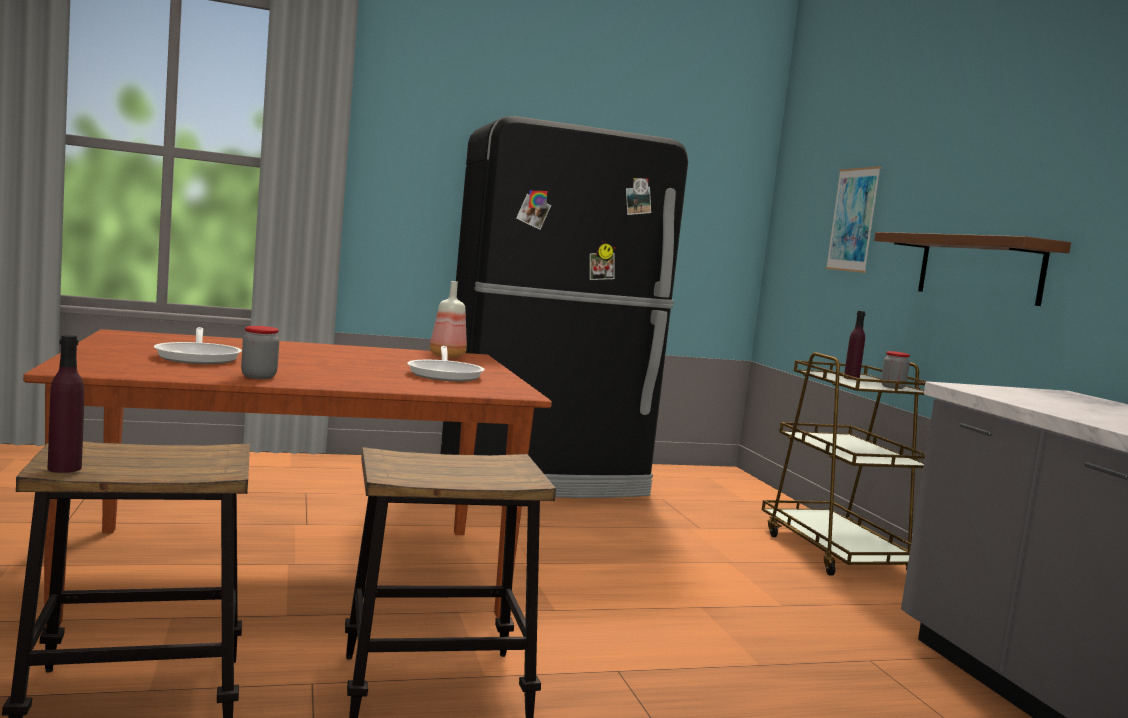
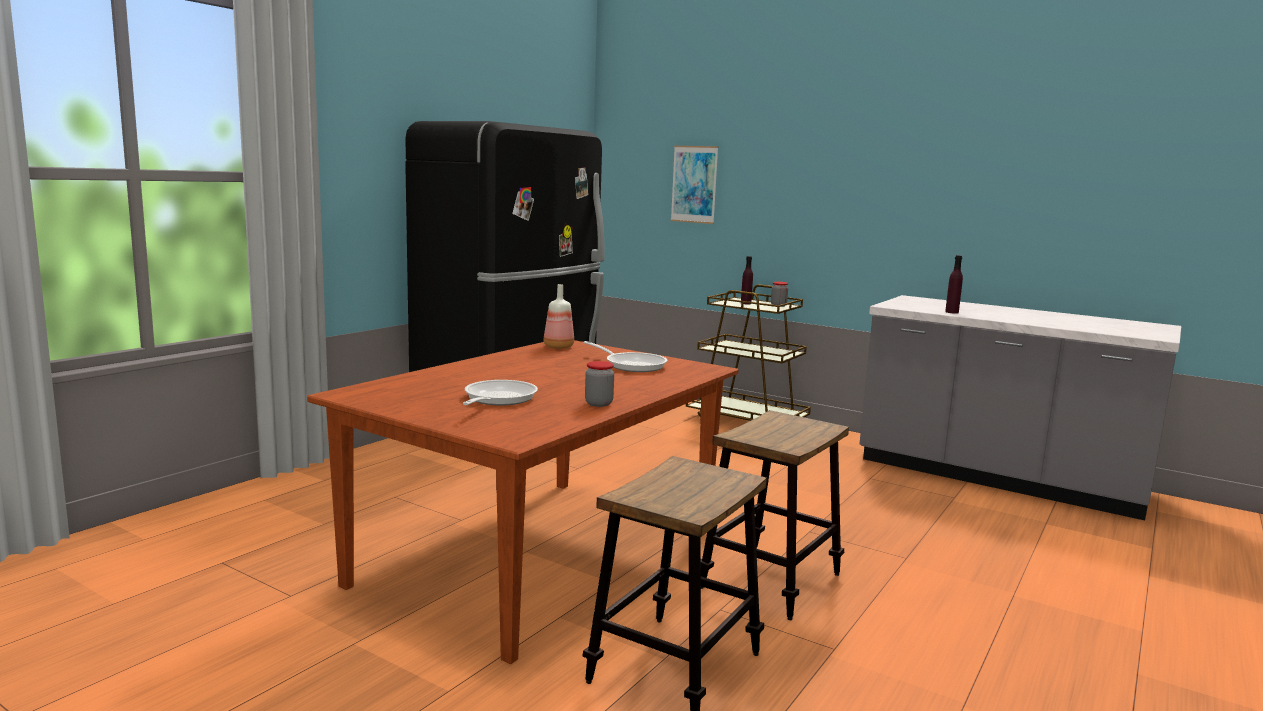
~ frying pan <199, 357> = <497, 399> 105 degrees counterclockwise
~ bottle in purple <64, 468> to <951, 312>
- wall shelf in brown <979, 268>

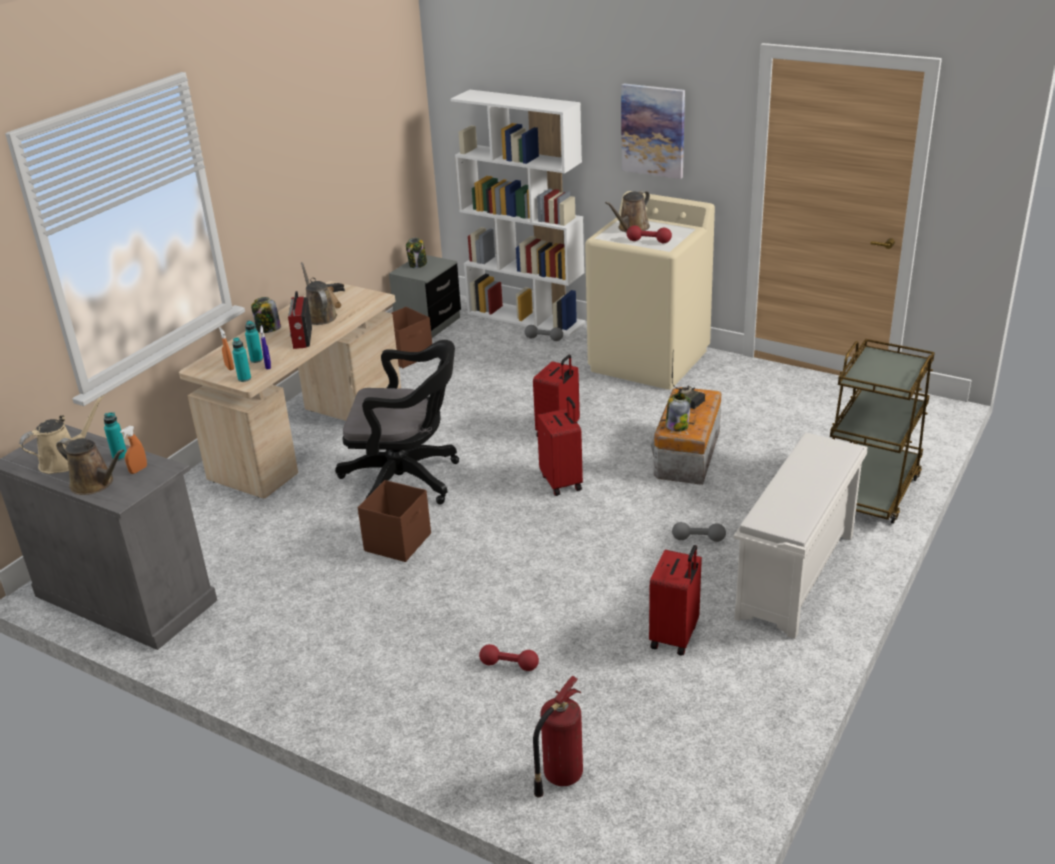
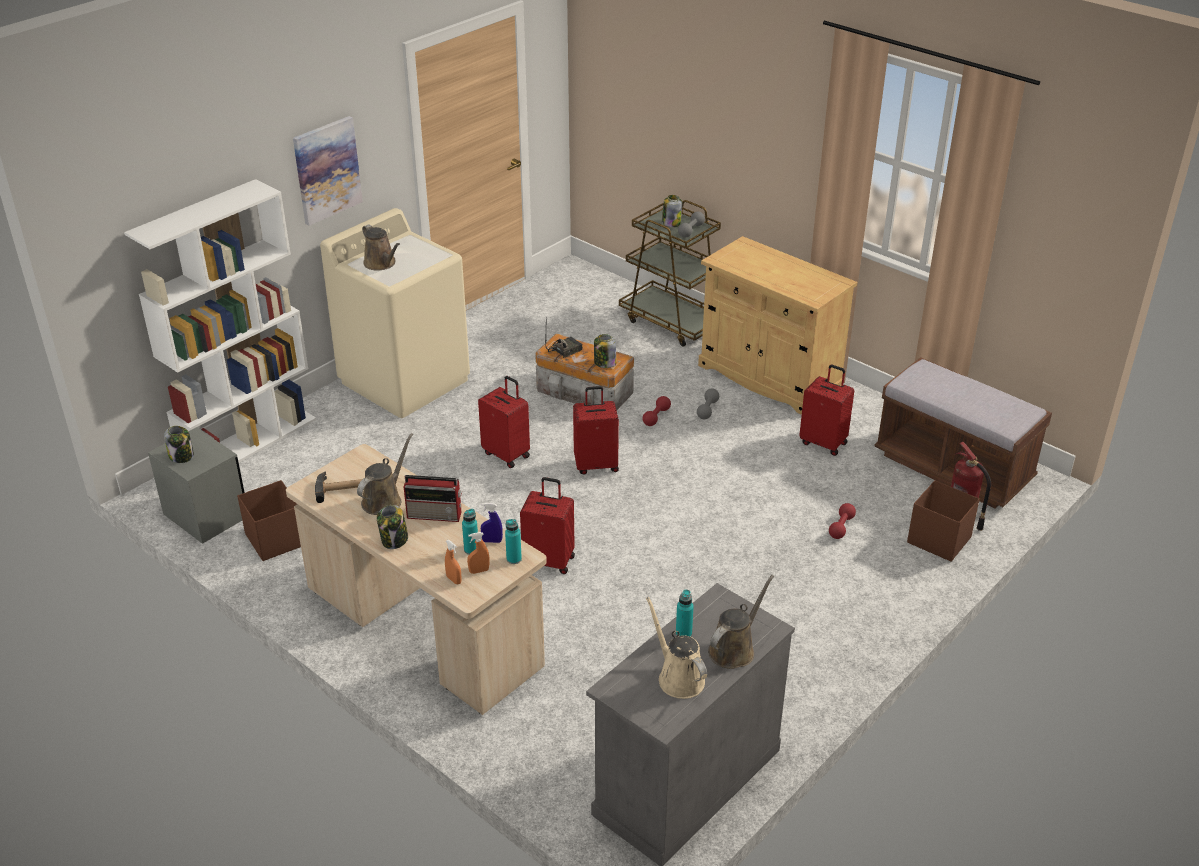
~ watering can in brown <319, 316> = <384, 500> 135 degrees clockwise
~ hand sprayer in orangey <138, 470> to <454, 580>
~ computer chair in black <407, 480> to piece of luggage in red-coloured <549, 560>
~ hand weight in red-coloured <648, 241> to <656, 417>
+ jar <671, 223>
~ hand weight in grey <544, 339> to <691, 230>
~ shoe shelf in white-coloured <796, 577> to cupboard in sand-coloured <769, 377>
+ long seat in brown <953, 468>
~ storage container in brown <398, 542> to <938, 539>

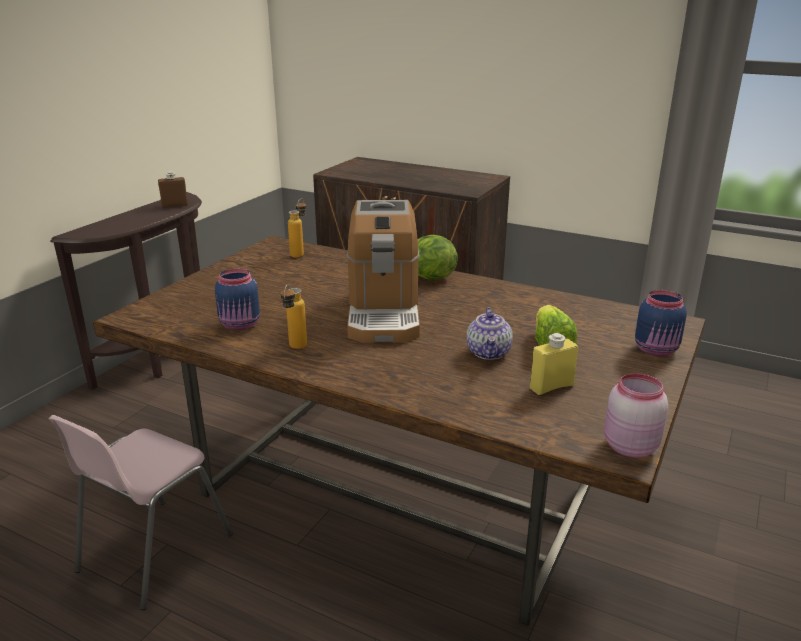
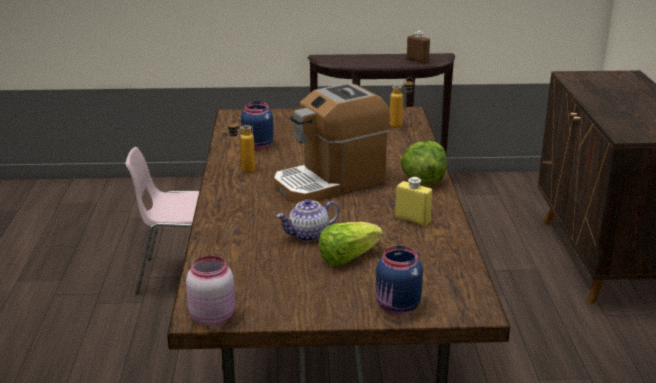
~ bottle in yellow-coloured <551, 387> to <412, 219>

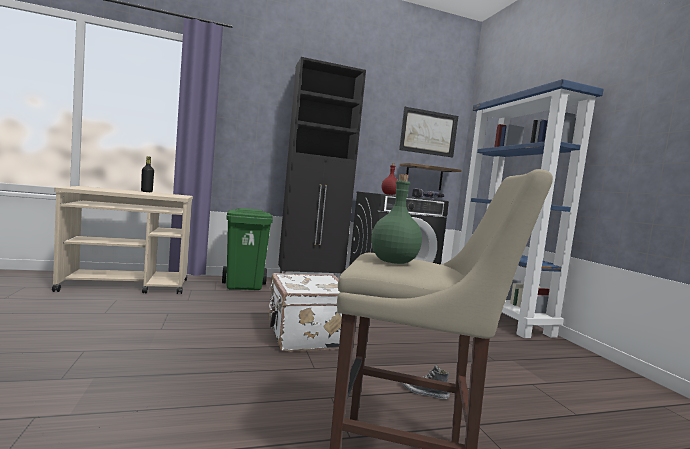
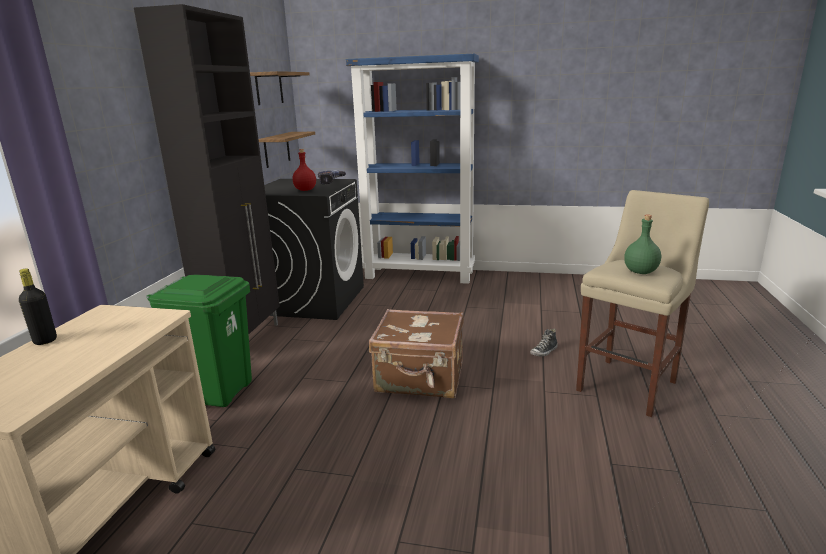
~ picture <428, 132> to wall shelf <269, 88>
~ piece of luggage in white-coloured <305, 335> to piece of luggage in brown <420, 378>

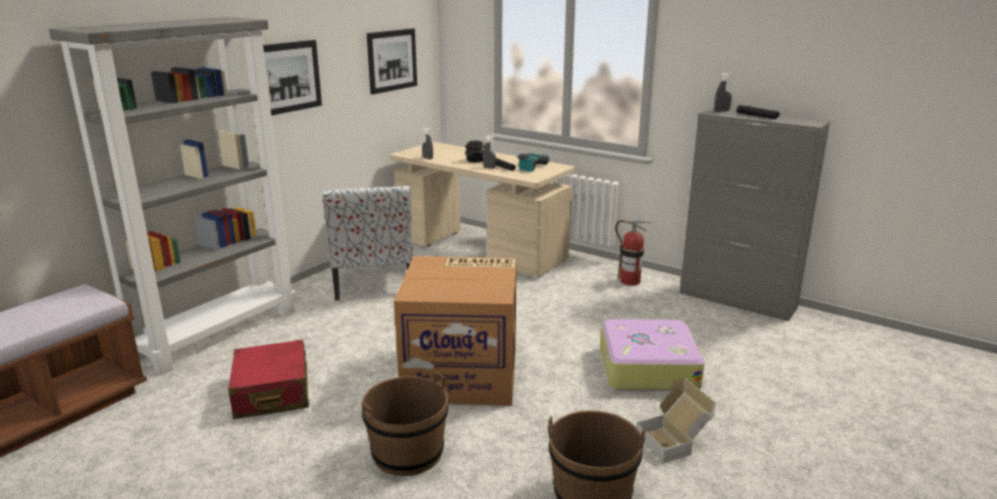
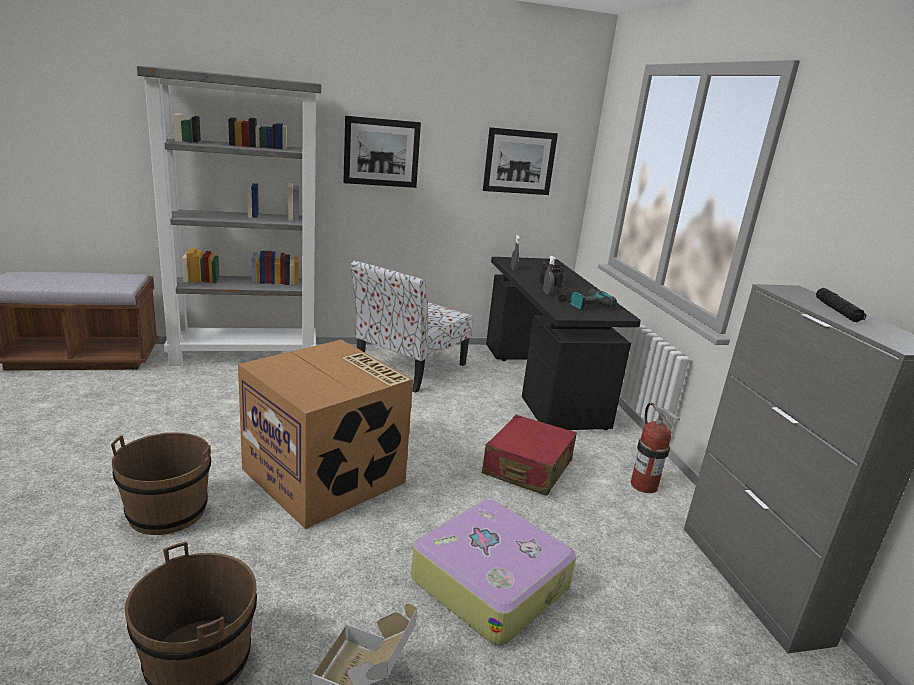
~ piece of luggage in red-coloured <272, 393> to <527, 467>
~ desk in sand-coloured <480, 250> to desk in black <541, 384>
- hand sprayer in grey <721, 111>

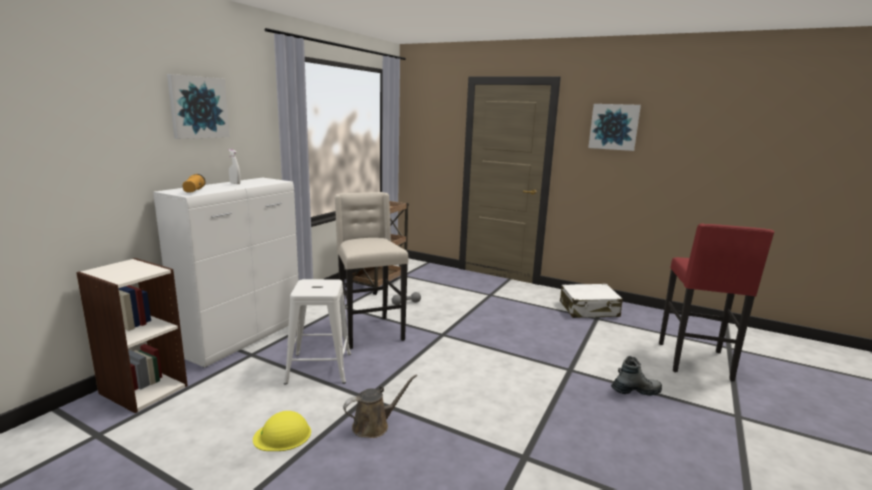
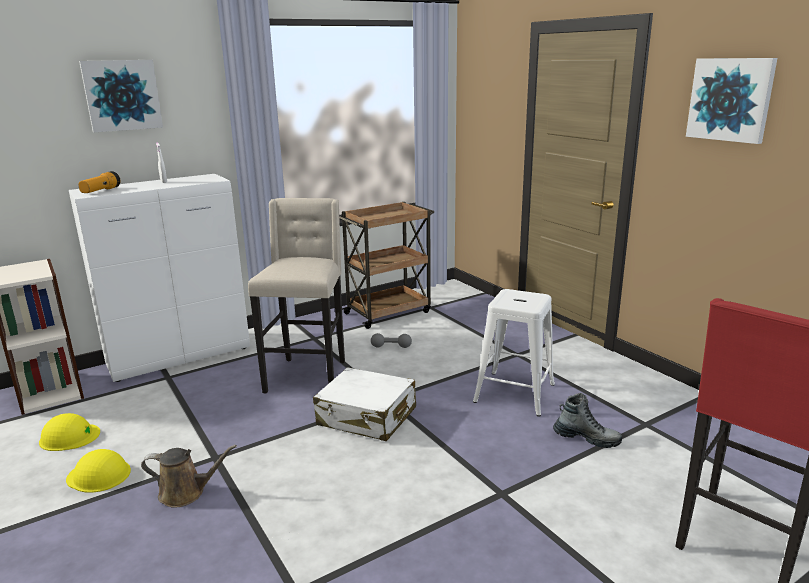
+ work helmet in yellow-coloured <69, 437>
~ piece of luggage in white-coloured <589, 309> to <367, 417>
~ sitting stool in white-coloured <319, 368> to <515, 393>
~ tall boot <635, 391> to <586, 438>

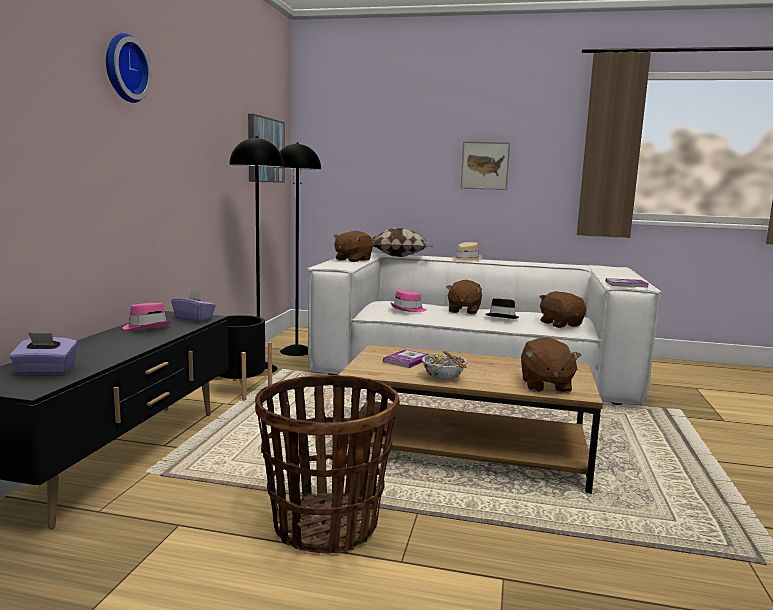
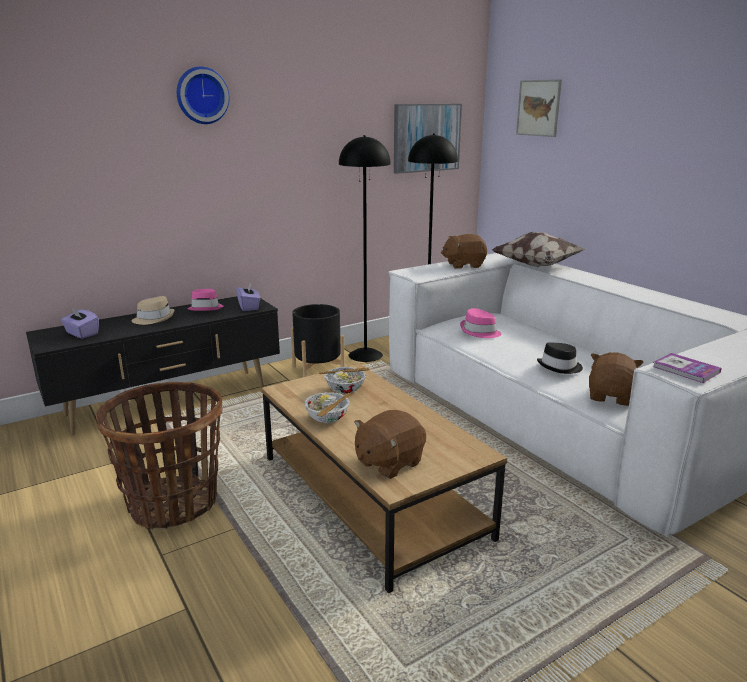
~ clothing hat in sand-coloured <465, 259> to <154, 318>
~ volume <406, 360> to bowl <345, 390>
~ picture <485, 165> to <538, 108>
- cuddly toy in brown <463, 311>

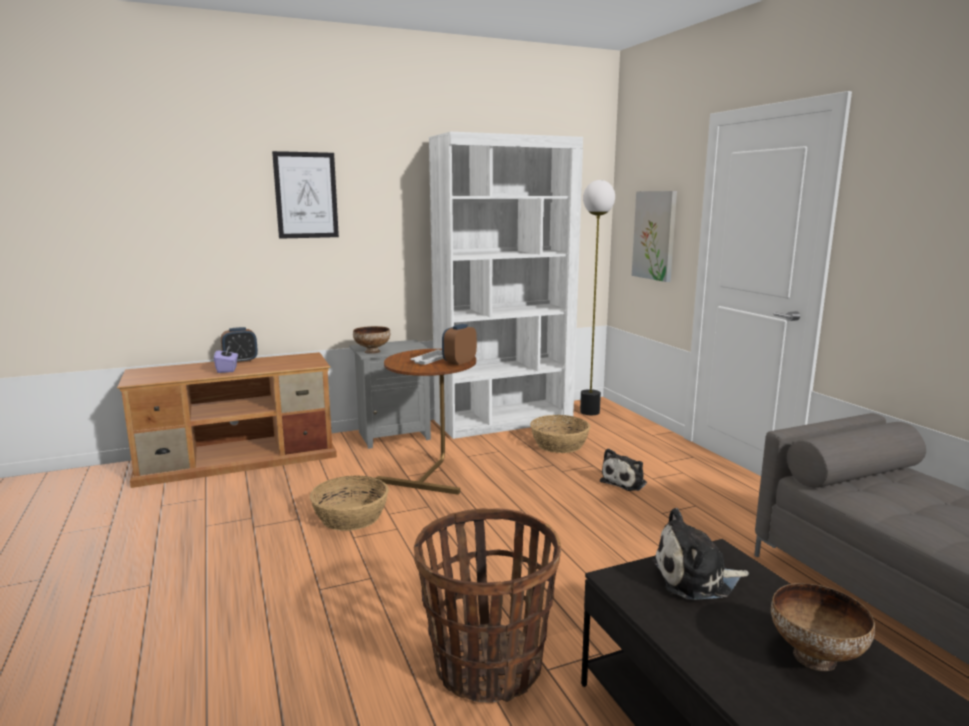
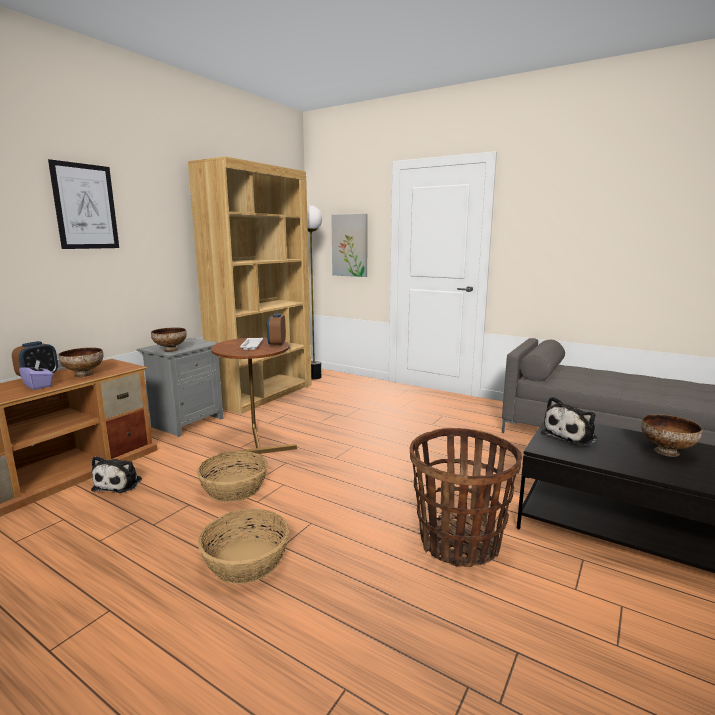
+ bowl <84, 374>
~ cuddly toy <625, 482> to <120, 483>
~ bookshelf in white-coloured <504, 421> to bookshelf in brown <263, 394>
~ household basket <559, 444> to <246, 560>

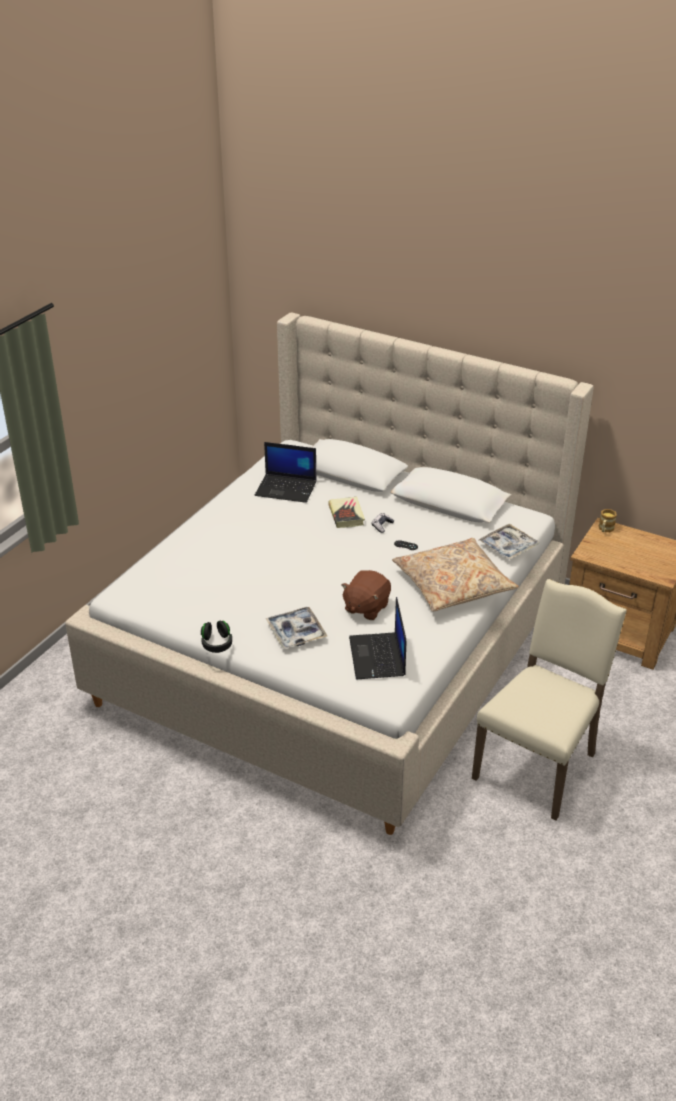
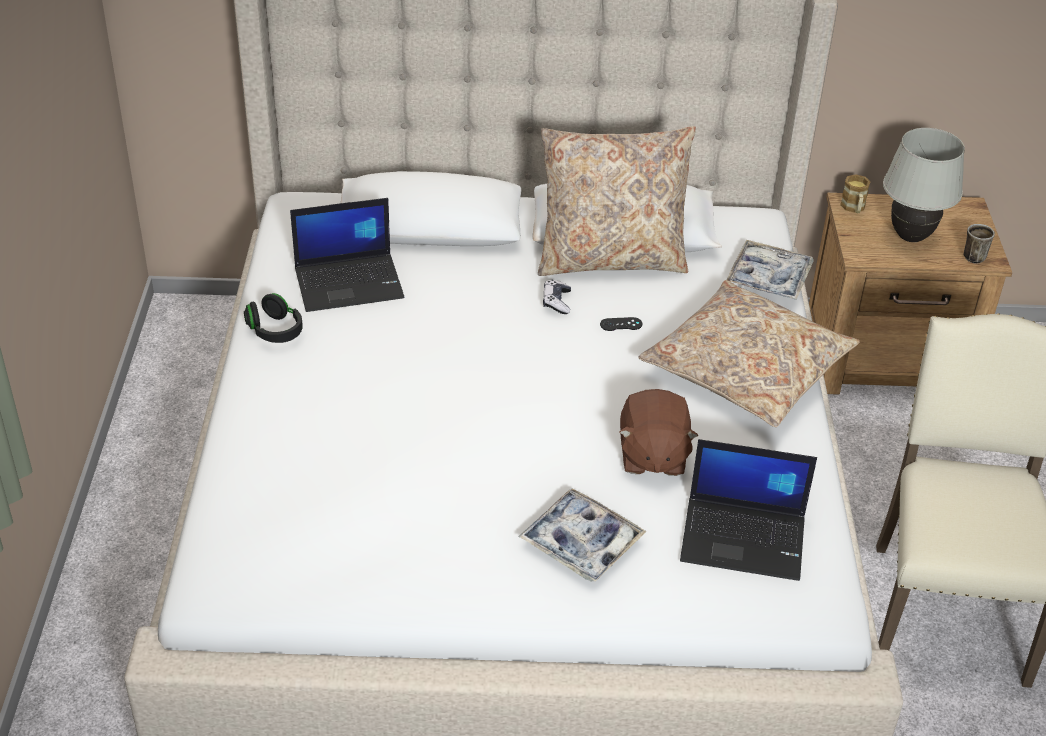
~ headphones in black <216, 644> to <275, 331>
+ pillow in sand-coloured <611, 258>
~ portable computer <378, 657> = <744, 538> 45 degrees counterclockwise
+ tabletop lamp in white-coloured <911, 237>
+ tea mug <973, 255>
- volume <346, 515>

